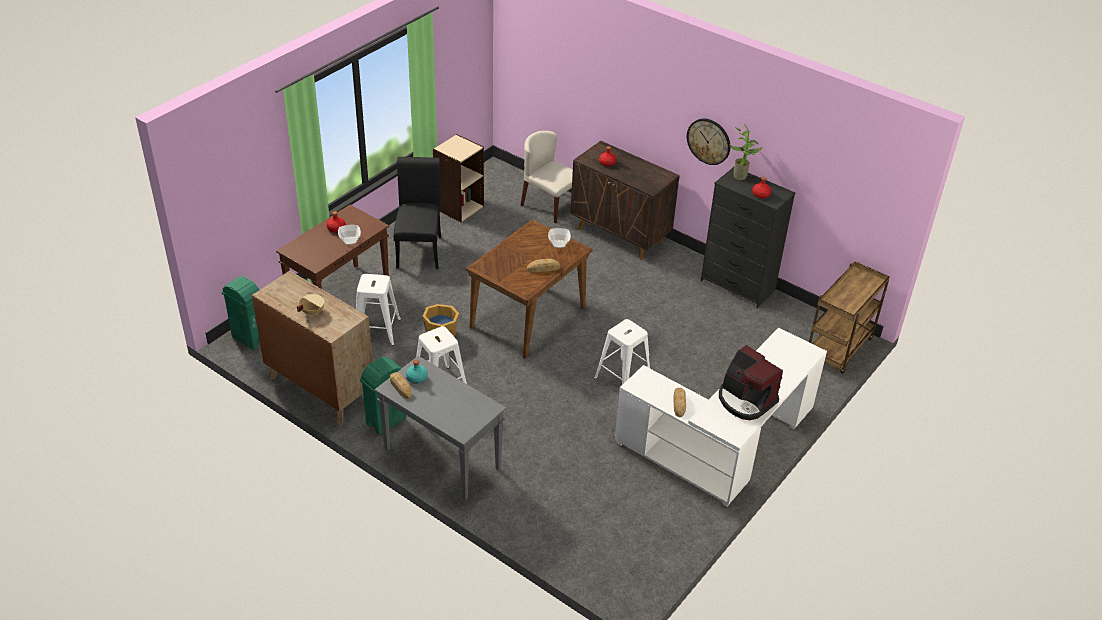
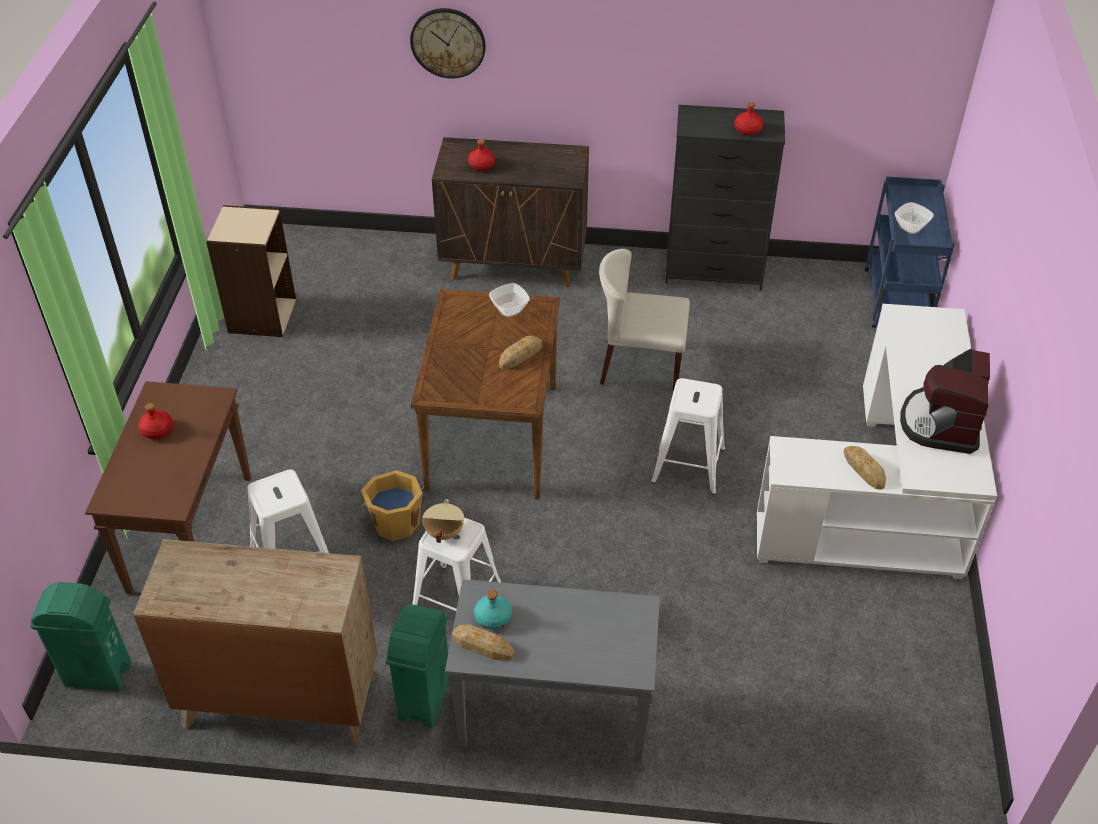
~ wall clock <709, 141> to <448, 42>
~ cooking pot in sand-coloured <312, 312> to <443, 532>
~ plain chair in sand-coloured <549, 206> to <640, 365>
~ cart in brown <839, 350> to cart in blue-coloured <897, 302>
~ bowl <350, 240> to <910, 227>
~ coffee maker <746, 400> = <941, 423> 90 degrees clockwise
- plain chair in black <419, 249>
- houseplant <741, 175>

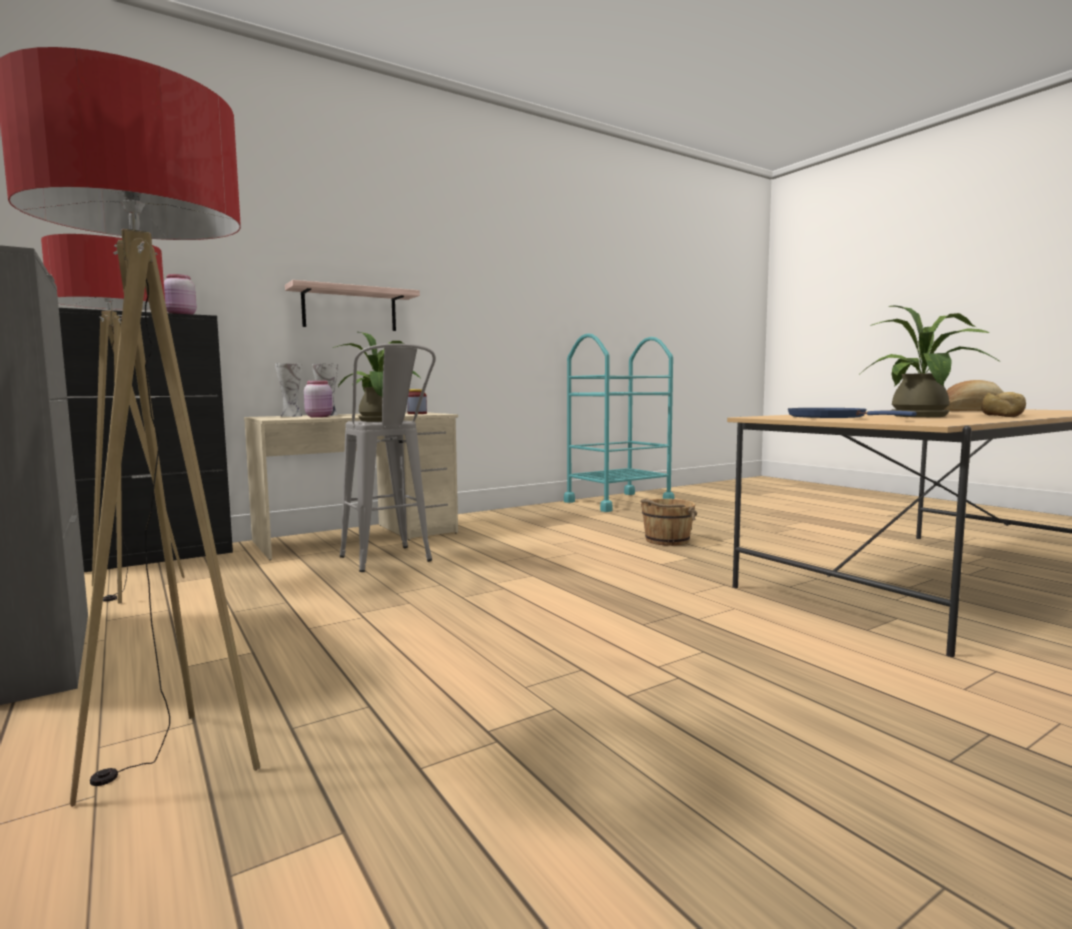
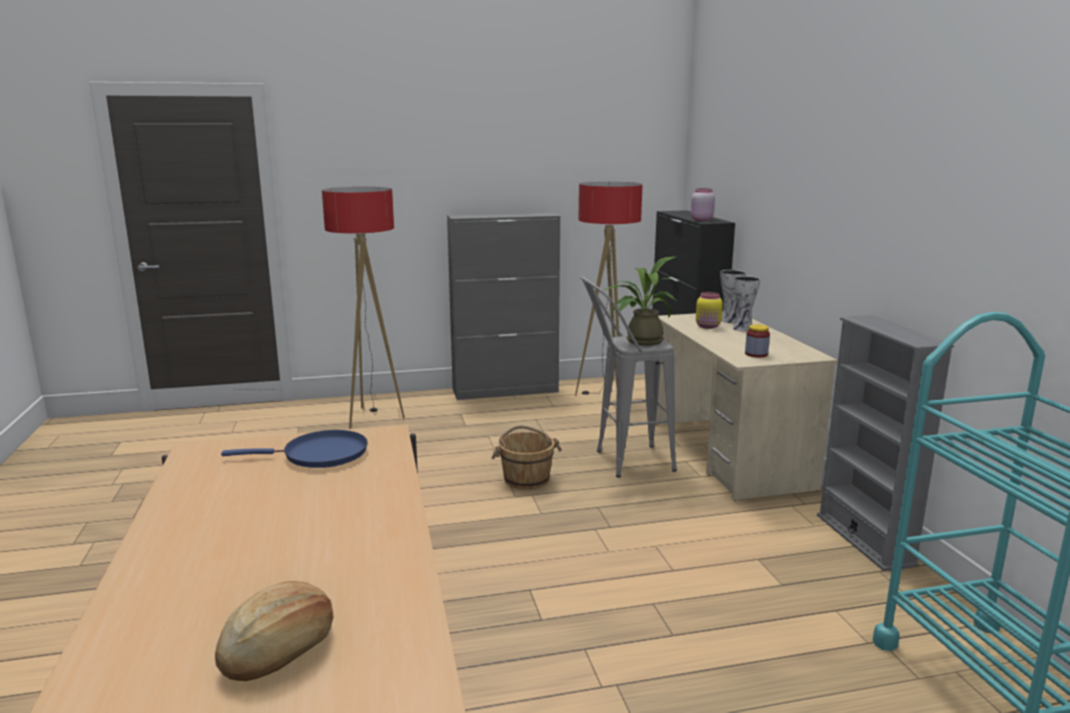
~ pail in brown <666, 540> to <526, 478>
~ jar in pink <320, 416> to jar in yellow-coloured <708, 326>
+ bookshelf in grey <864, 539>
- wall shelf <350, 309>
- houseplant <923, 416>
- bread <1001, 415>

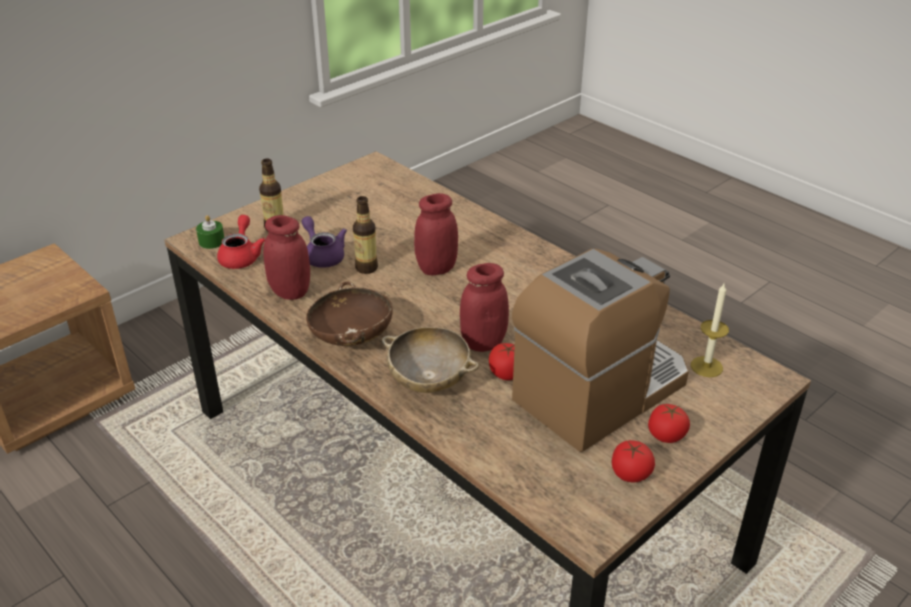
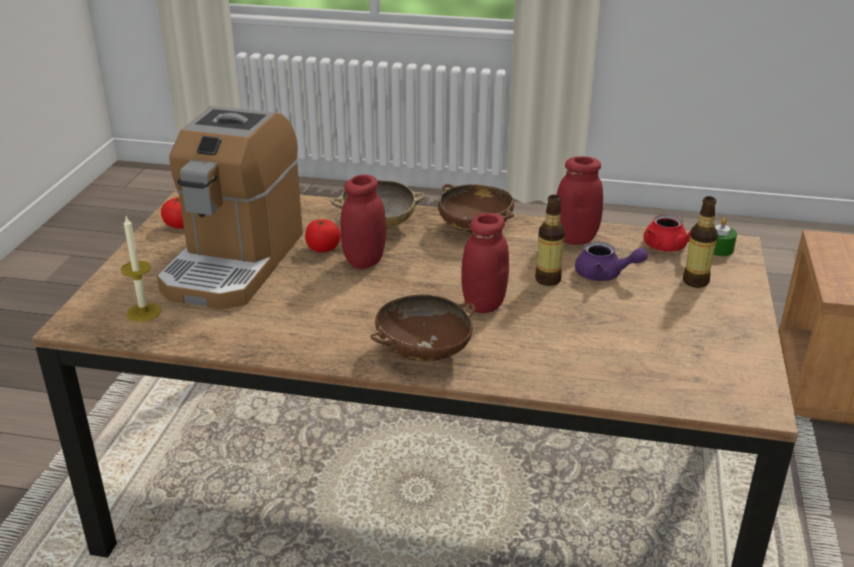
+ bowl in brown <423, 352>
- whole tomato <666, 435>

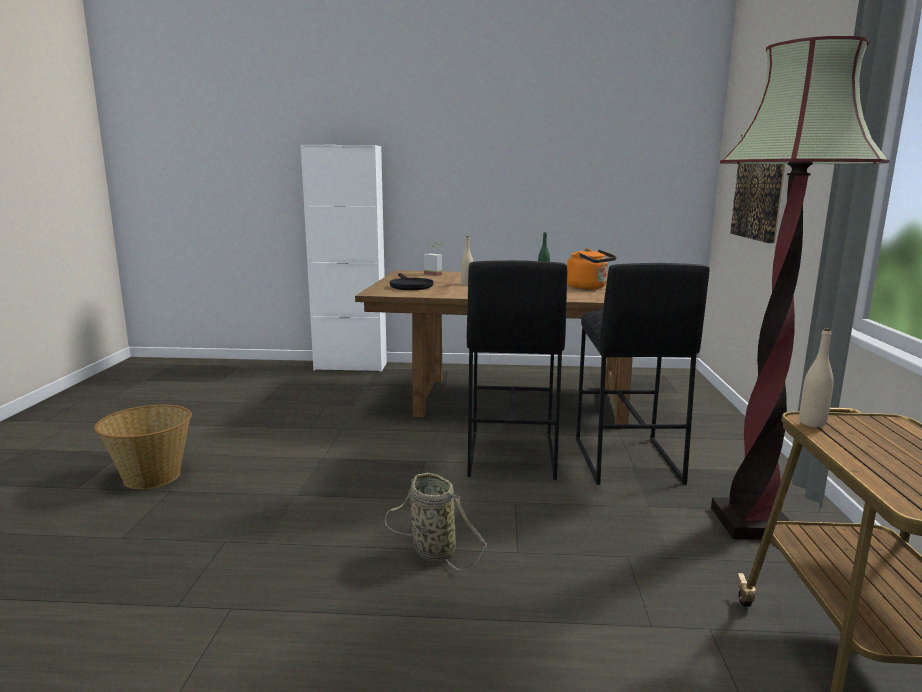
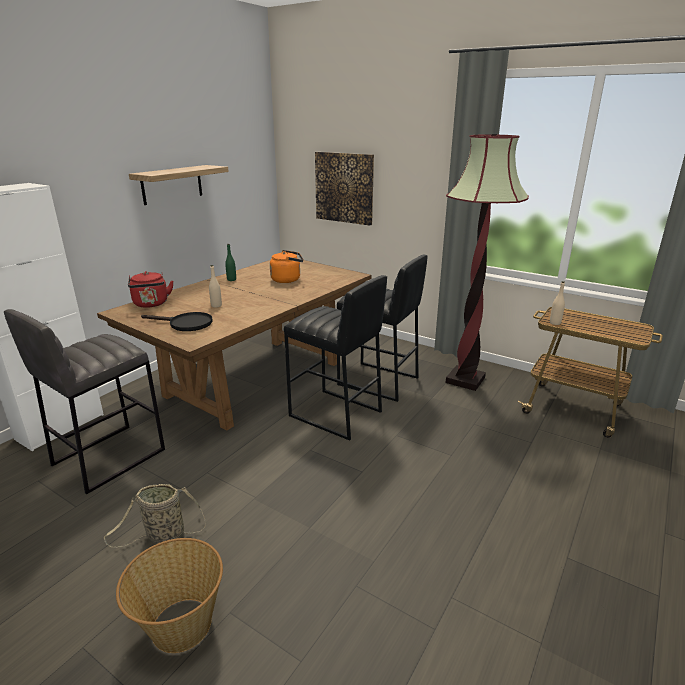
+ sitting stool in grey <107, 457>
~ household basket <431, 550> to <163, 536>
~ houseplant <435, 274> to water kettle in red-coloured <151, 304>
+ wall shelf <172, 184>

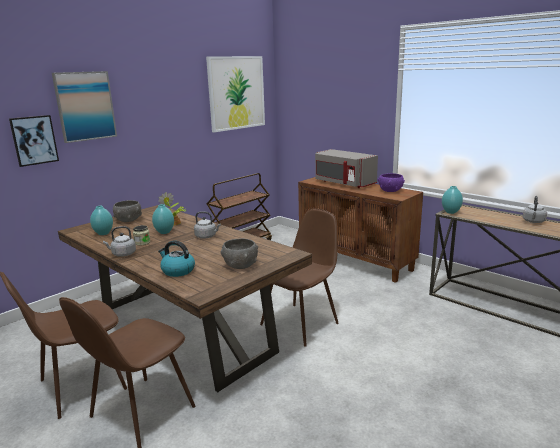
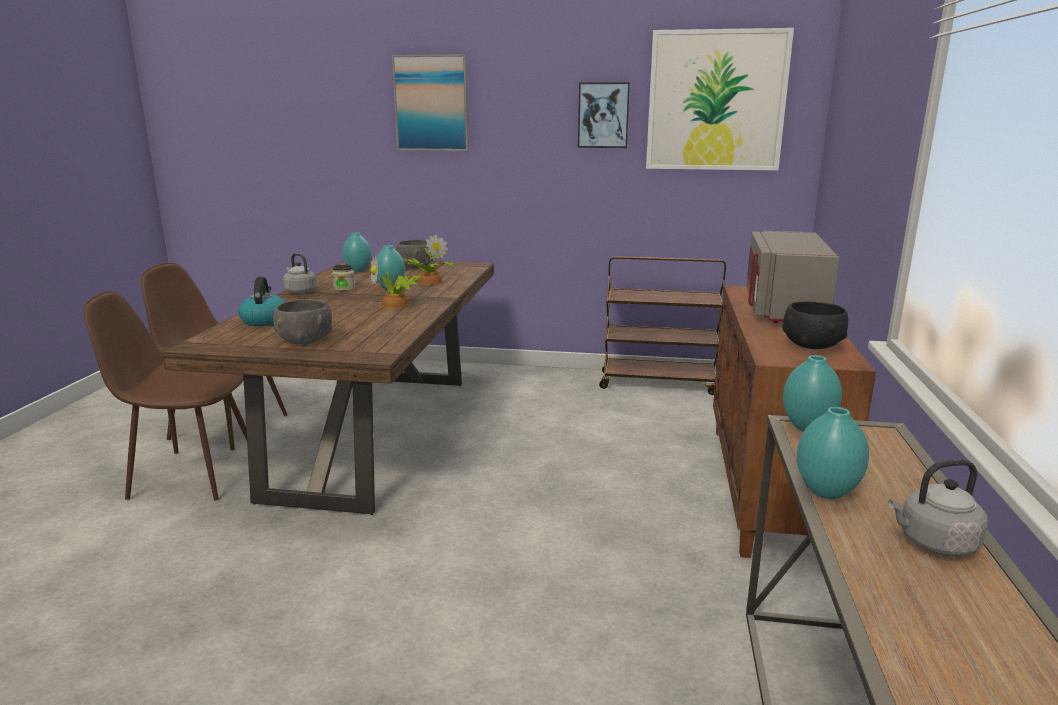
~ water kettle in grey <207, 236> to houseplant <397, 305>
~ picture <34, 140> to <603, 115>
~ bowl in purple <390, 191> to bowl in black <812, 345>
+ decorative vase in blue-green <825, 492>
- plain chair in brown <301, 323>

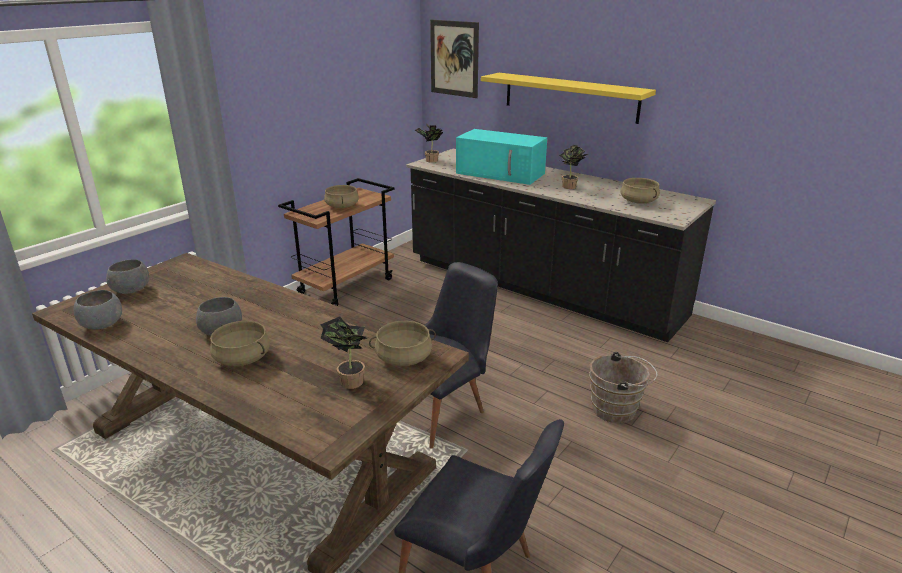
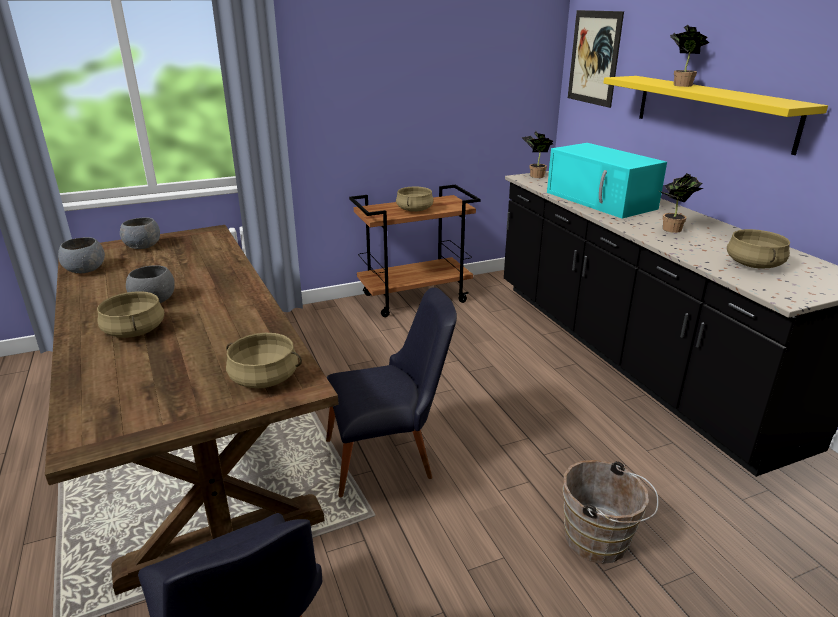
~ houseplant <348, 381> to <680, 85>

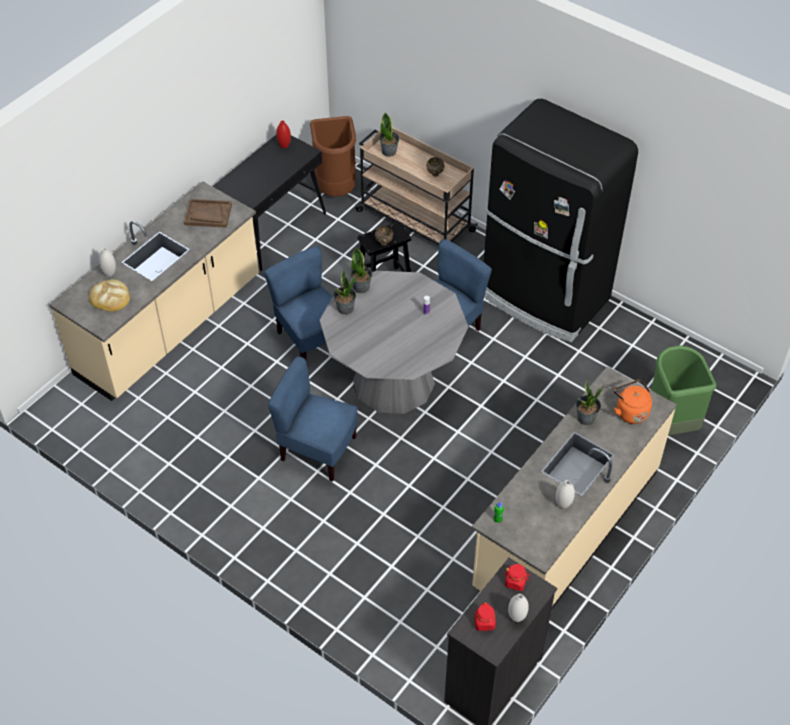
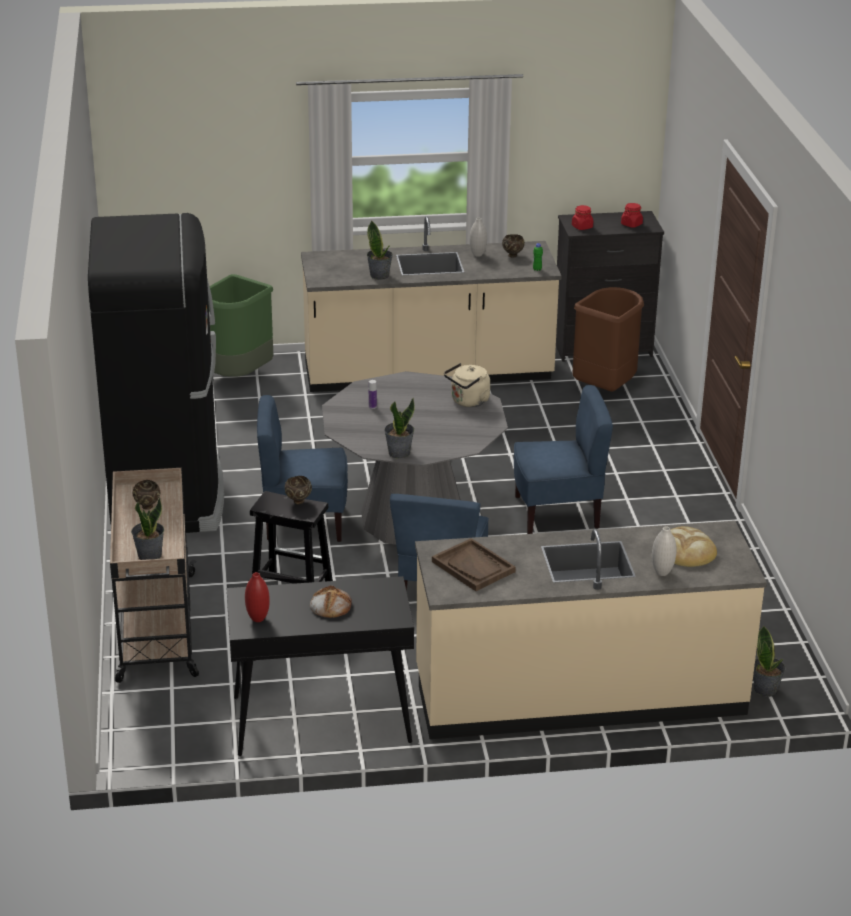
+ bread <330, 605>
+ water kettle in sand-coloured <468, 402>
+ bowl in brown <513, 255>
~ plain chair in blue-coloured <317, 450> = <557, 514> 75 degrees counterclockwise
~ waste bin in brown <336, 188> to <605, 388>
~ houseplant <345, 308> to <766, 689>
- decorative vase in white-coloured <516, 617>
- water kettle in orangey <630, 411>

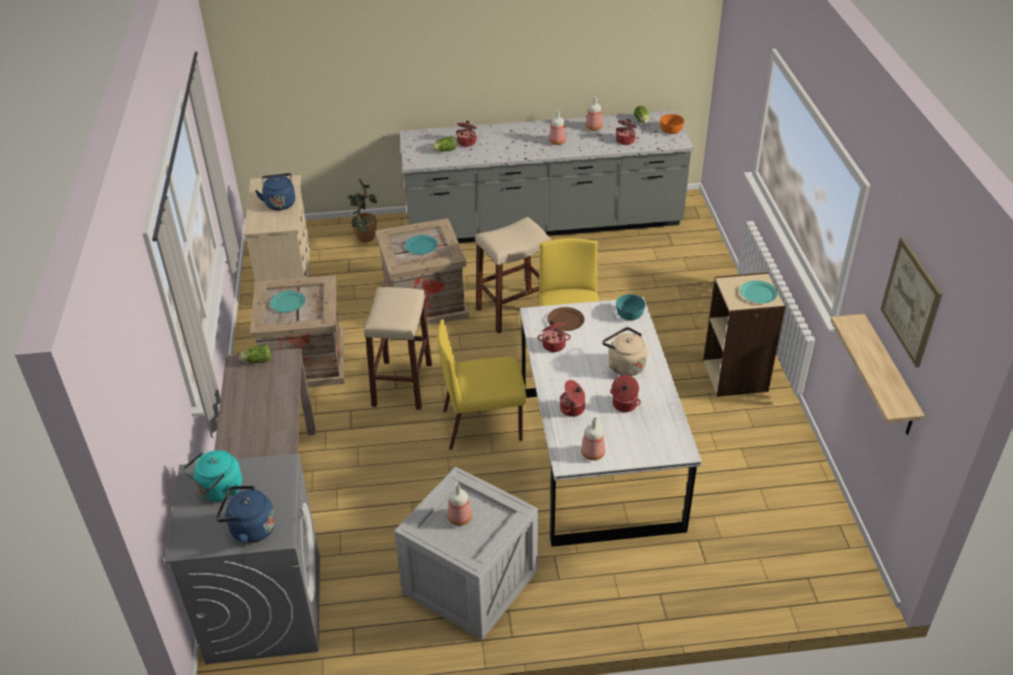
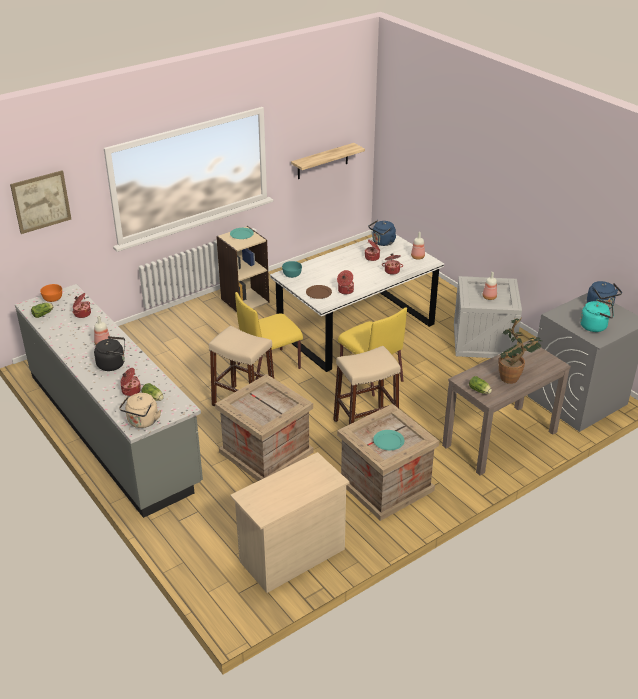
~ picture <911, 301> to <41, 201>
+ water kettle in black <113, 364>
~ water kettle in sand-coloured <624, 365> to <142, 422>
~ water kettle in blue-coloured <280, 203> to <382, 242>
~ houseplant <364, 240> to <513, 377>
- flat dish in blue-green <421, 246>
- bottle <593, 128>

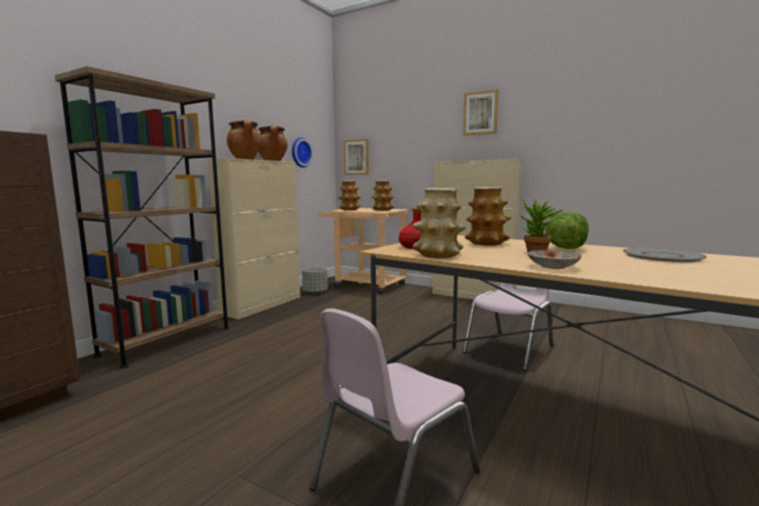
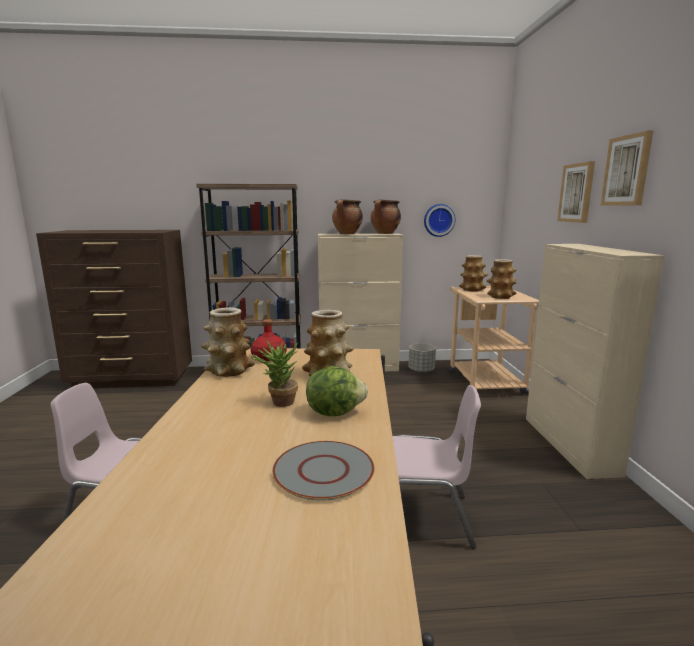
~ picture <356, 157> to <577, 193>
- flat dish <552, 267>

